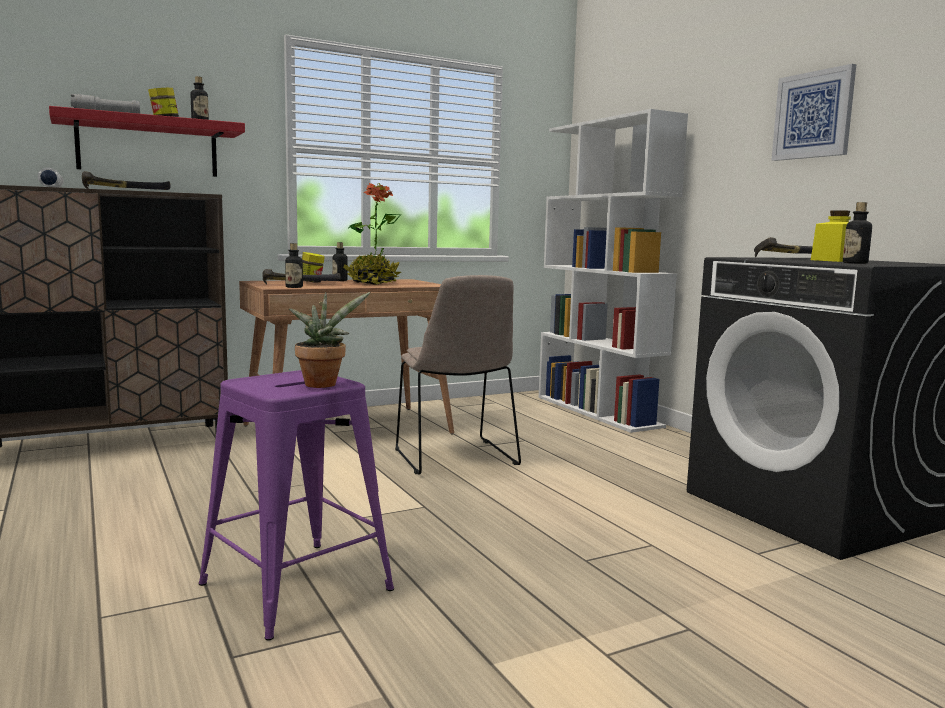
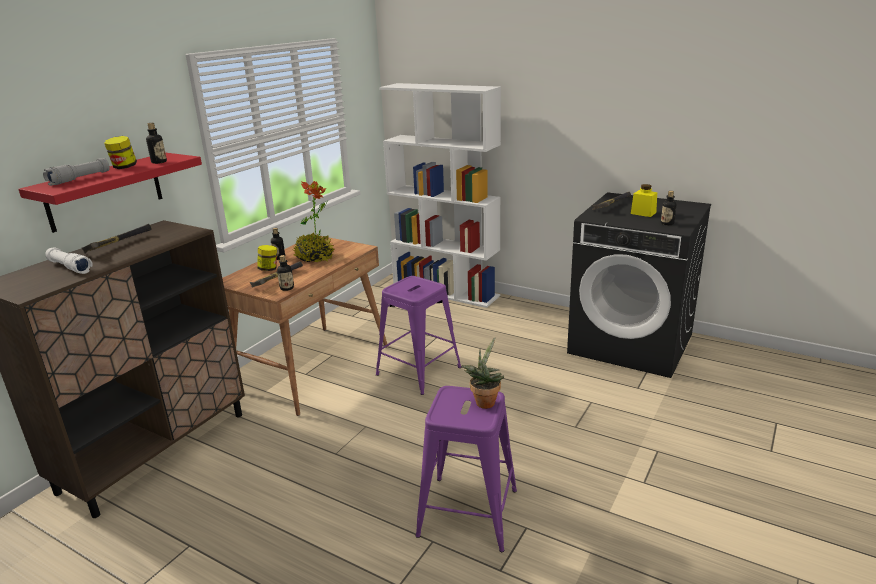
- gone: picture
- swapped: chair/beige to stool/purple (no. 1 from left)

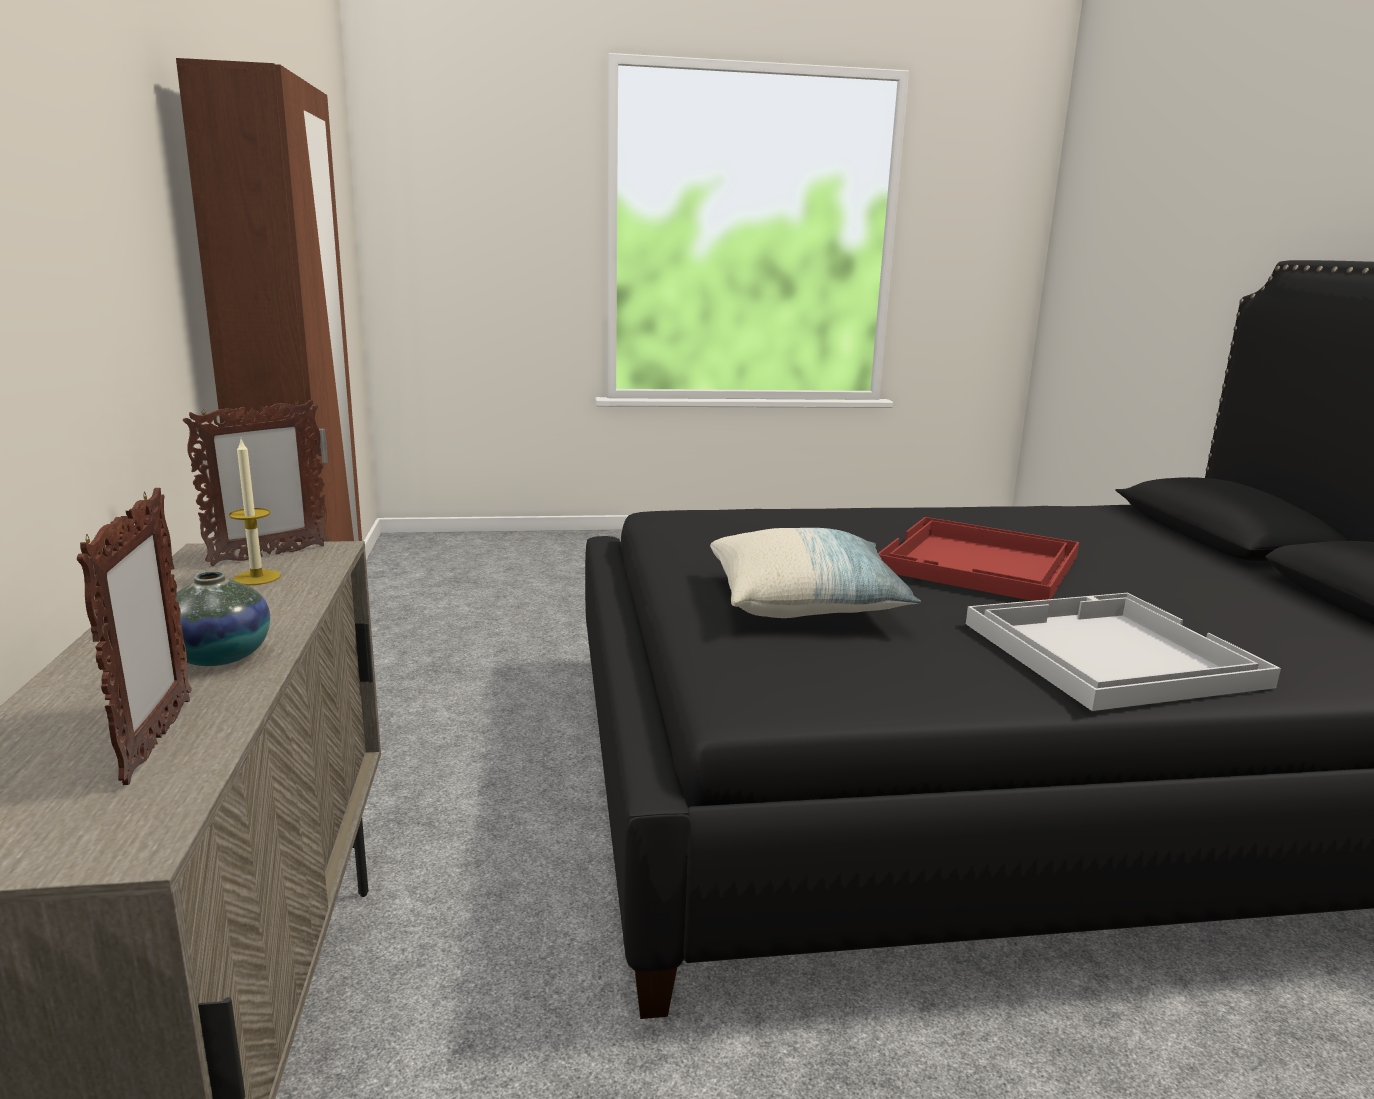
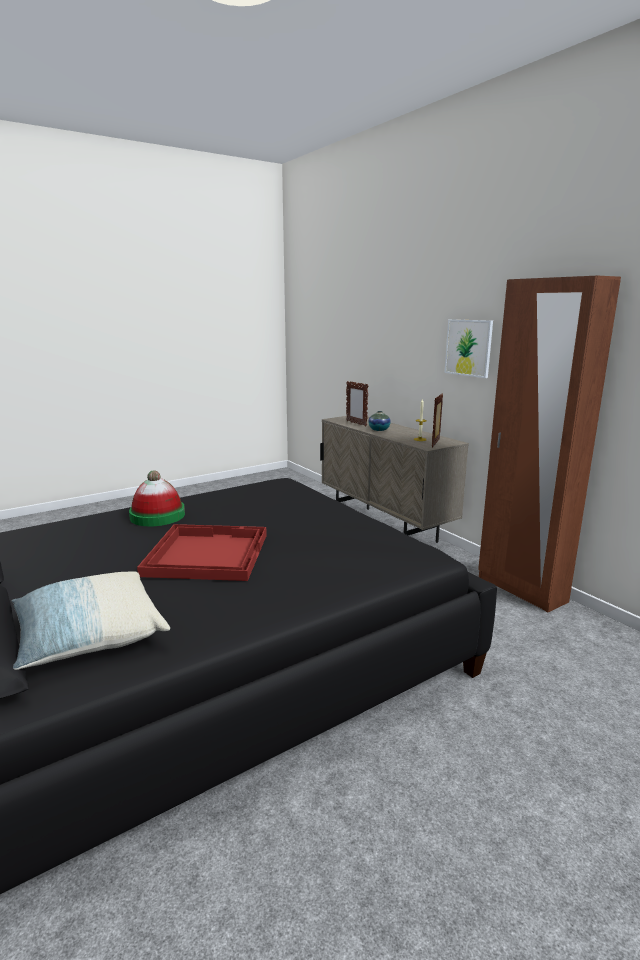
- new: picture
- shifted: pillow
- swapped: tray/white to hat

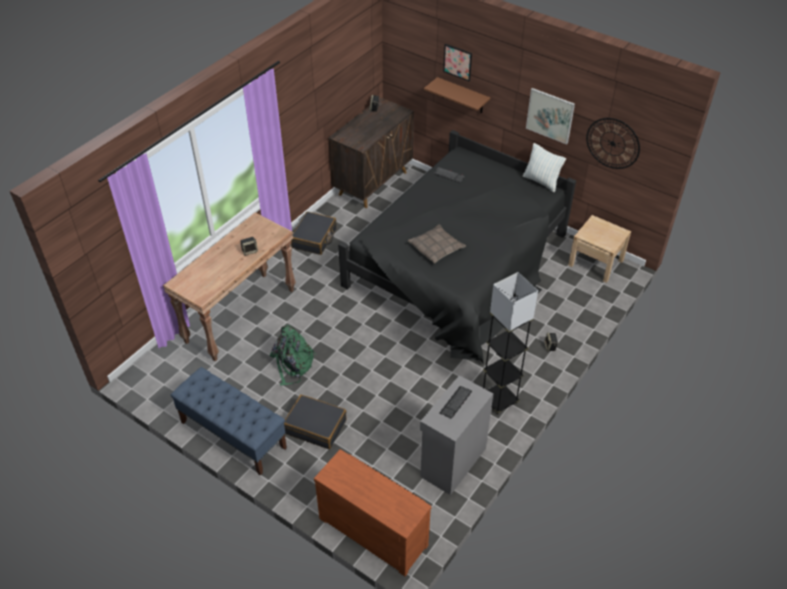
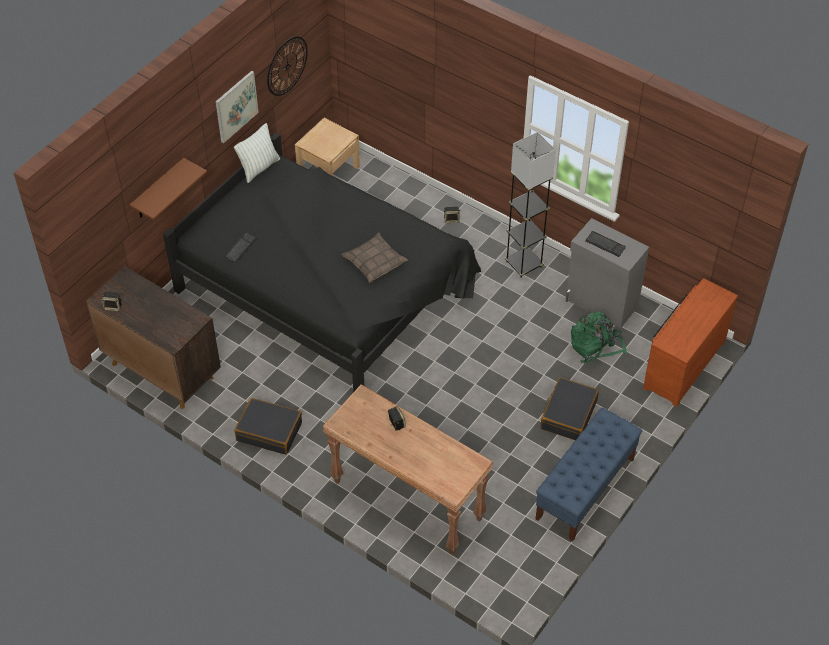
- gone: picture (no. 1 from left)
- shifted: backpack/green

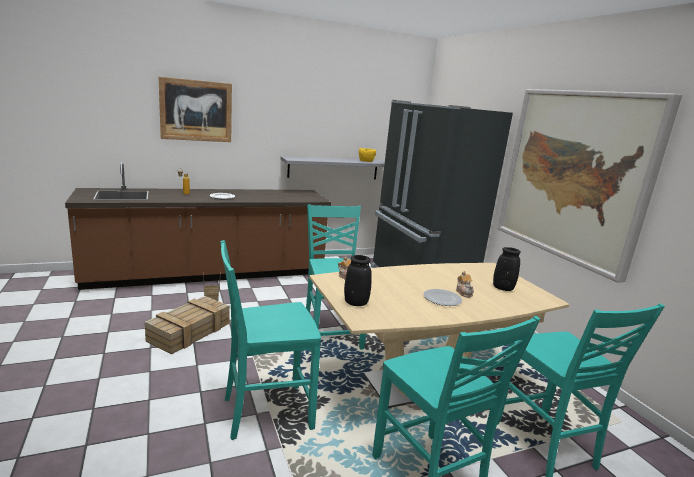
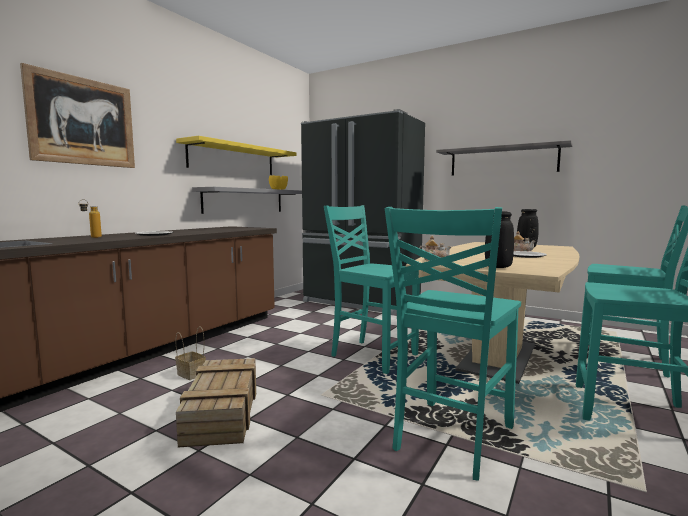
- new: shelf/yellow
- swapped: picture (no. 2 from left) to shelf/grey (no. 2 from left)

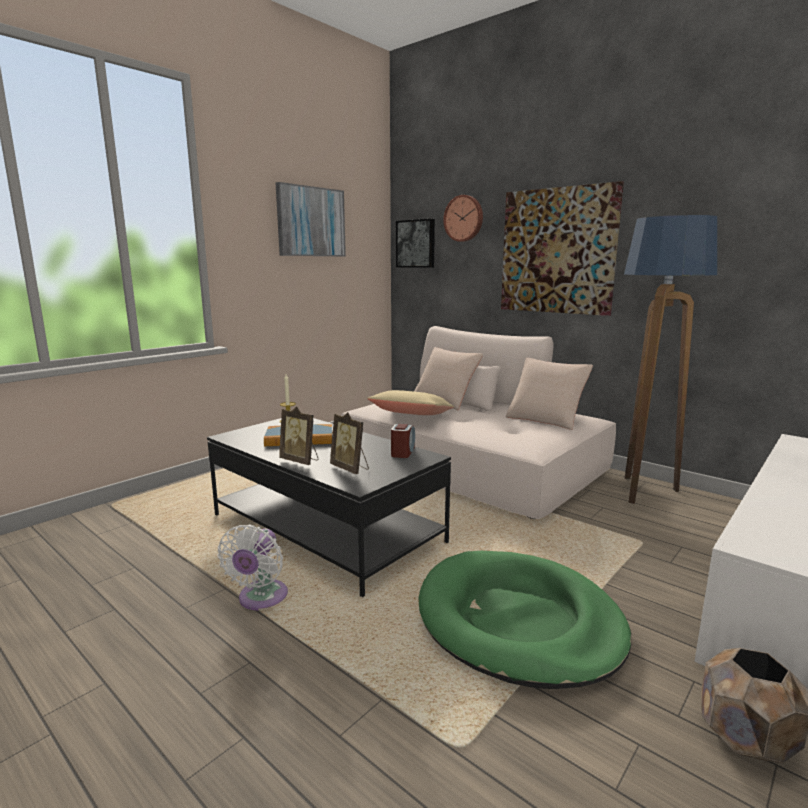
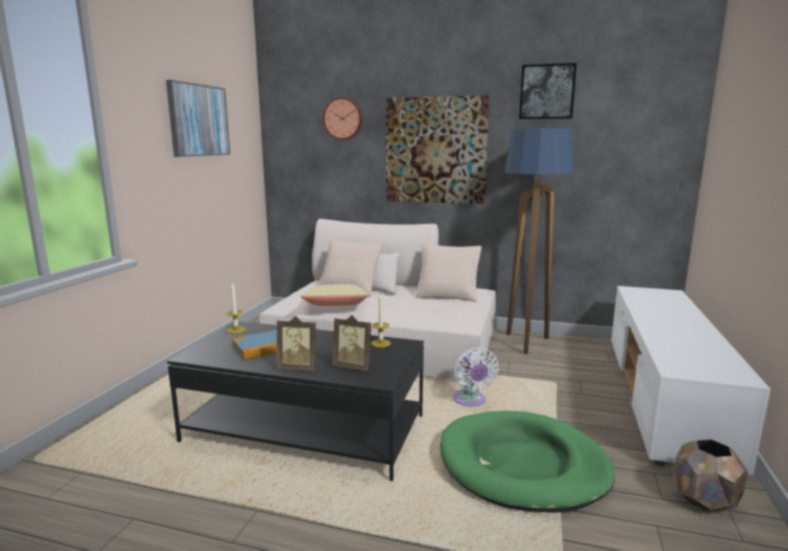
- shifted: fan/white
- shifted: picture (no. 2 from left in the first image) to picture (no. 3 from left)
- swapped: alarm clock to candle (no. 2 from left)

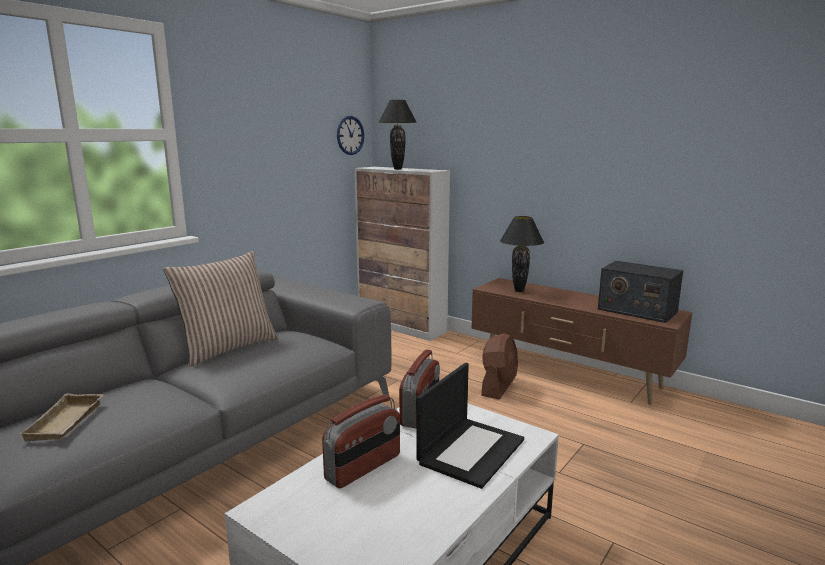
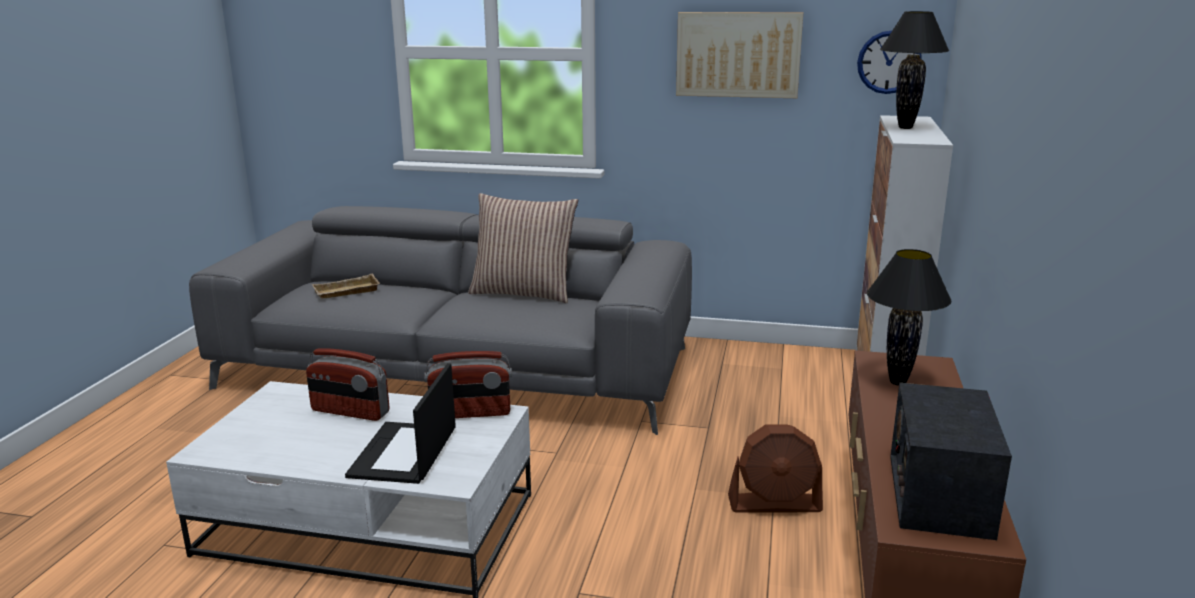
- new: picture
- rotated: laptop 90 degrees clockwise

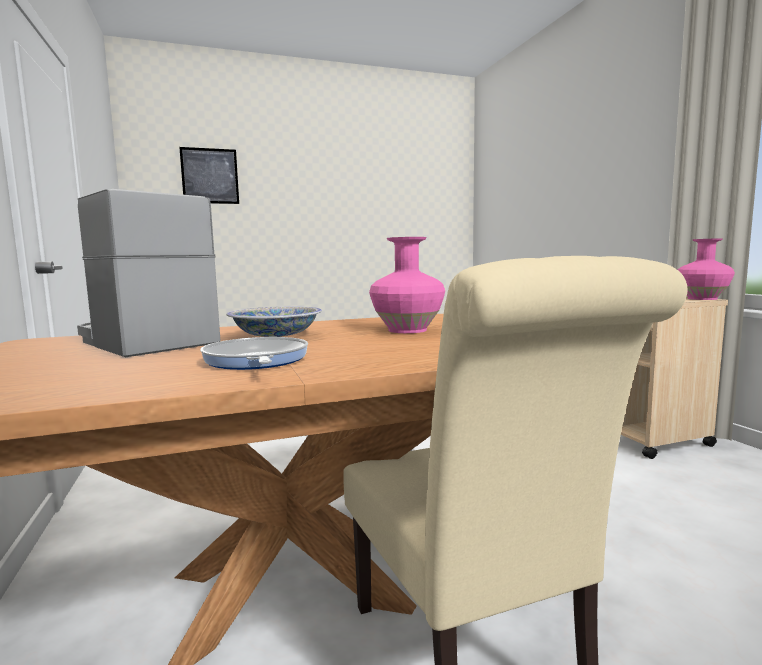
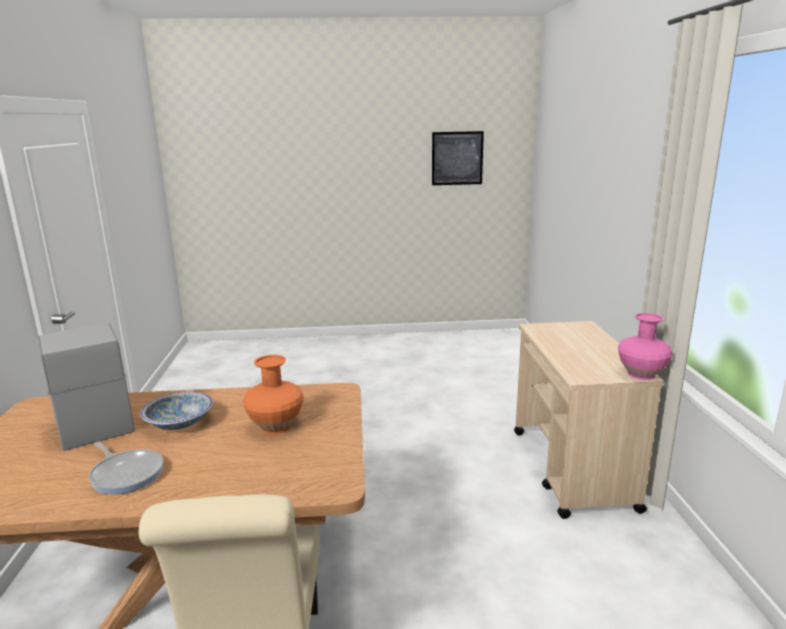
- shifted: picture
- repainted: vase/pink (no. 1 from left) to vase/orange
- rotated: frying pan 135 degrees clockwise

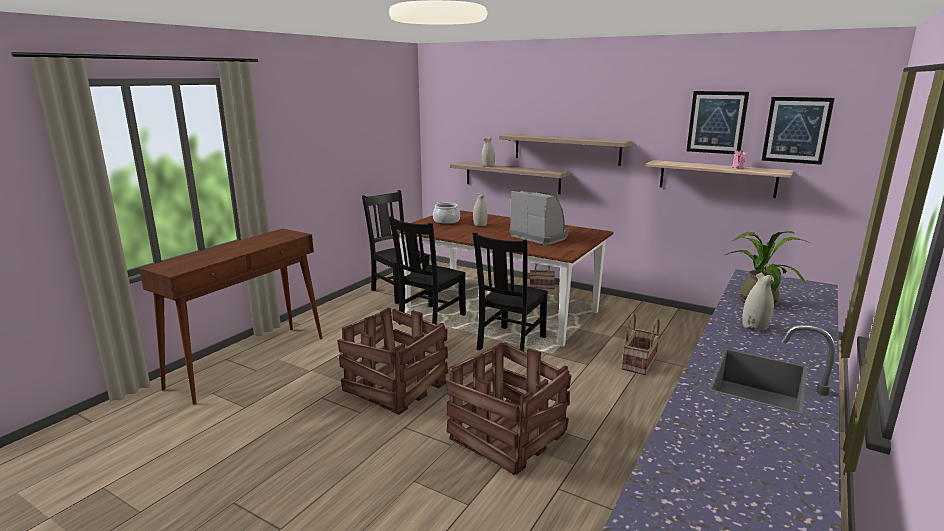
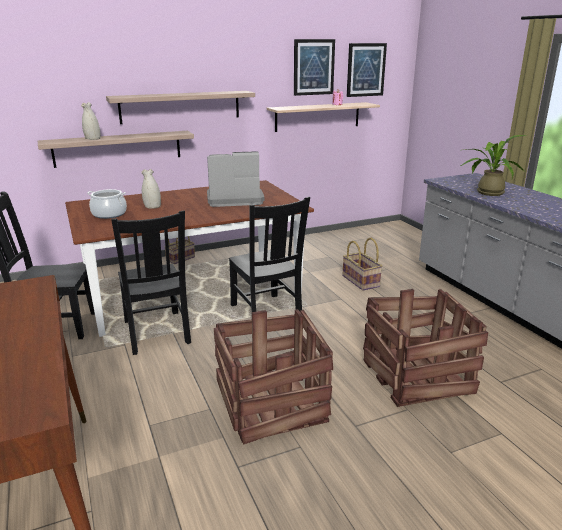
- gone: vase/white (no. 3 from left)

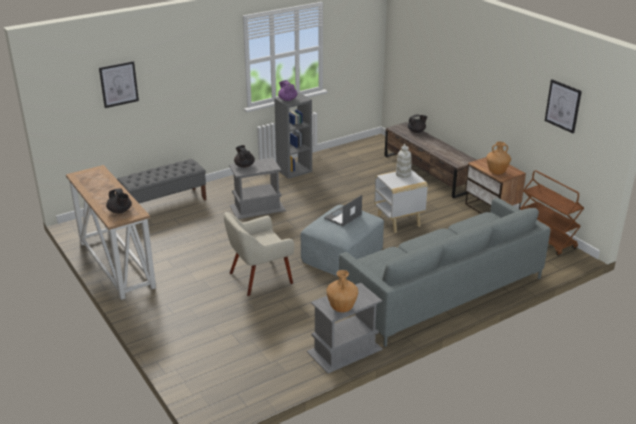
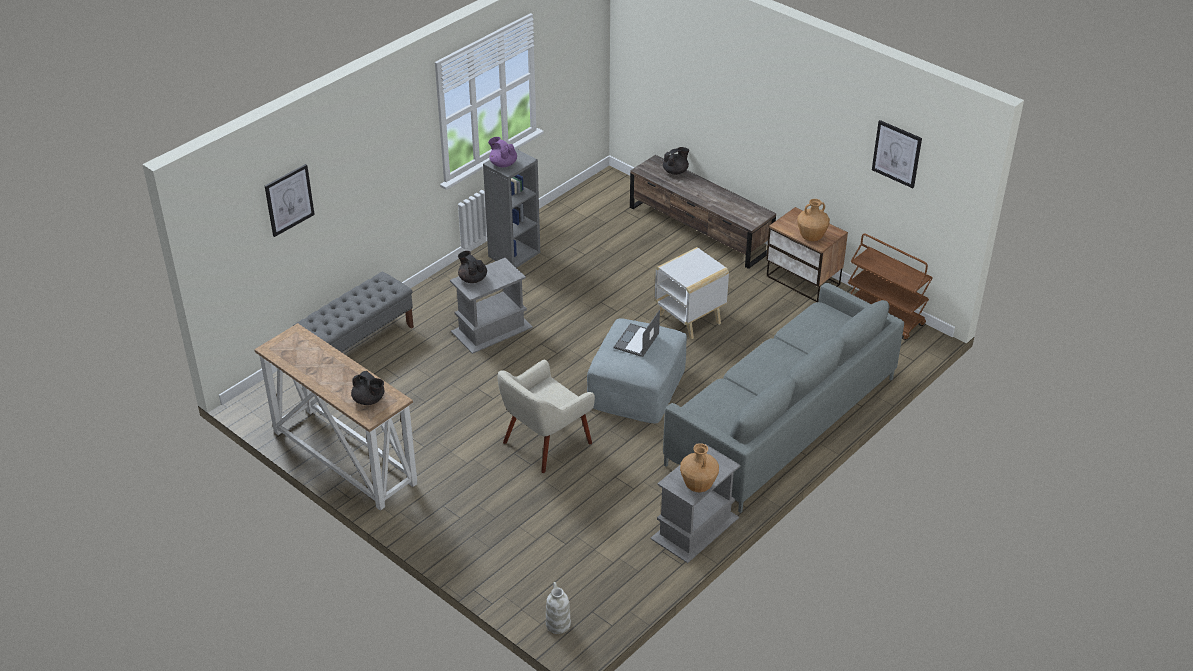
- shifted: vase/white

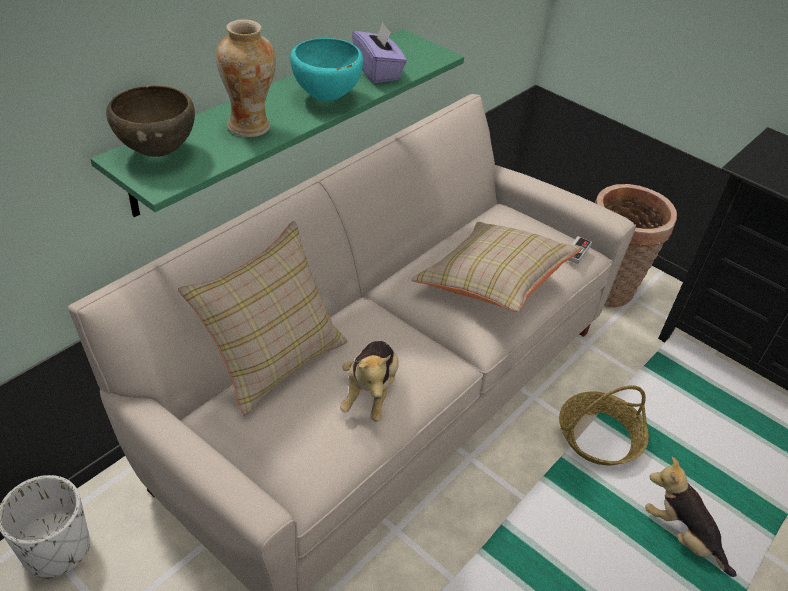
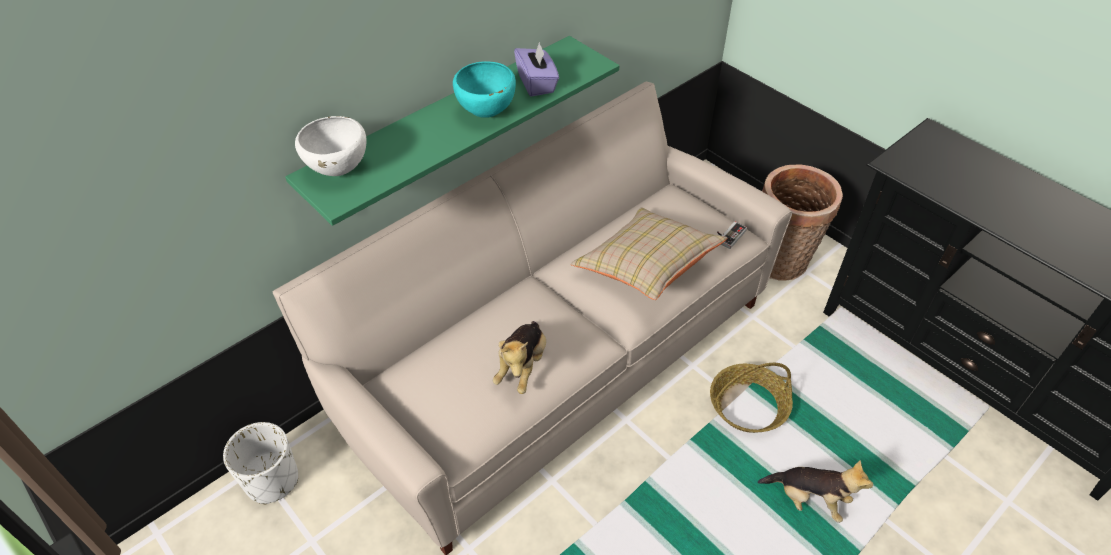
- gone: pillow/beige (no. 1 from left)
- gone: vase
- repainted: bowl/brown to bowl/white
- rotated: plush toy (no. 2 from left) 150 degrees clockwise

